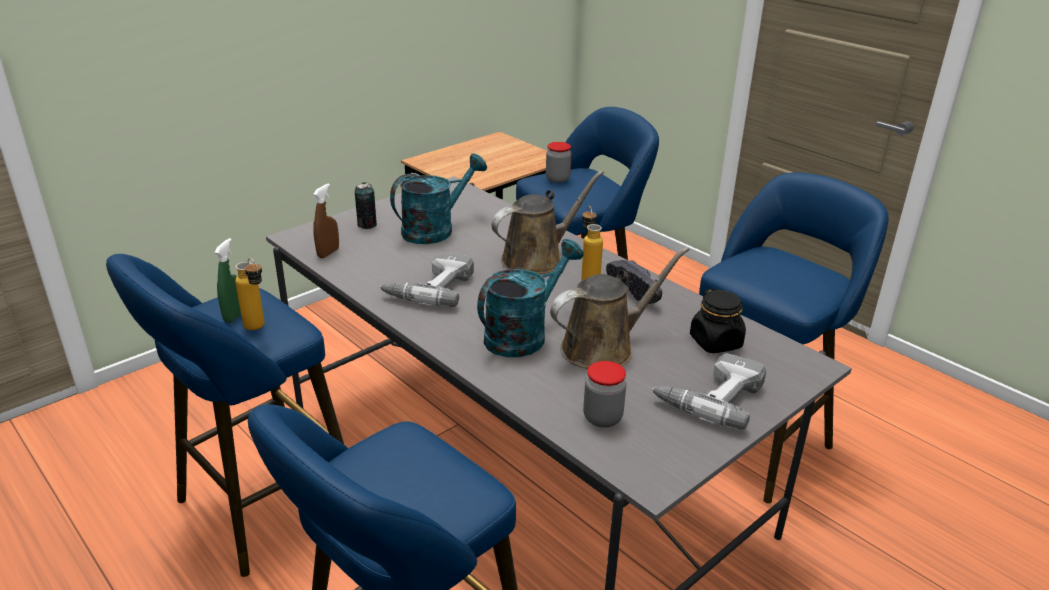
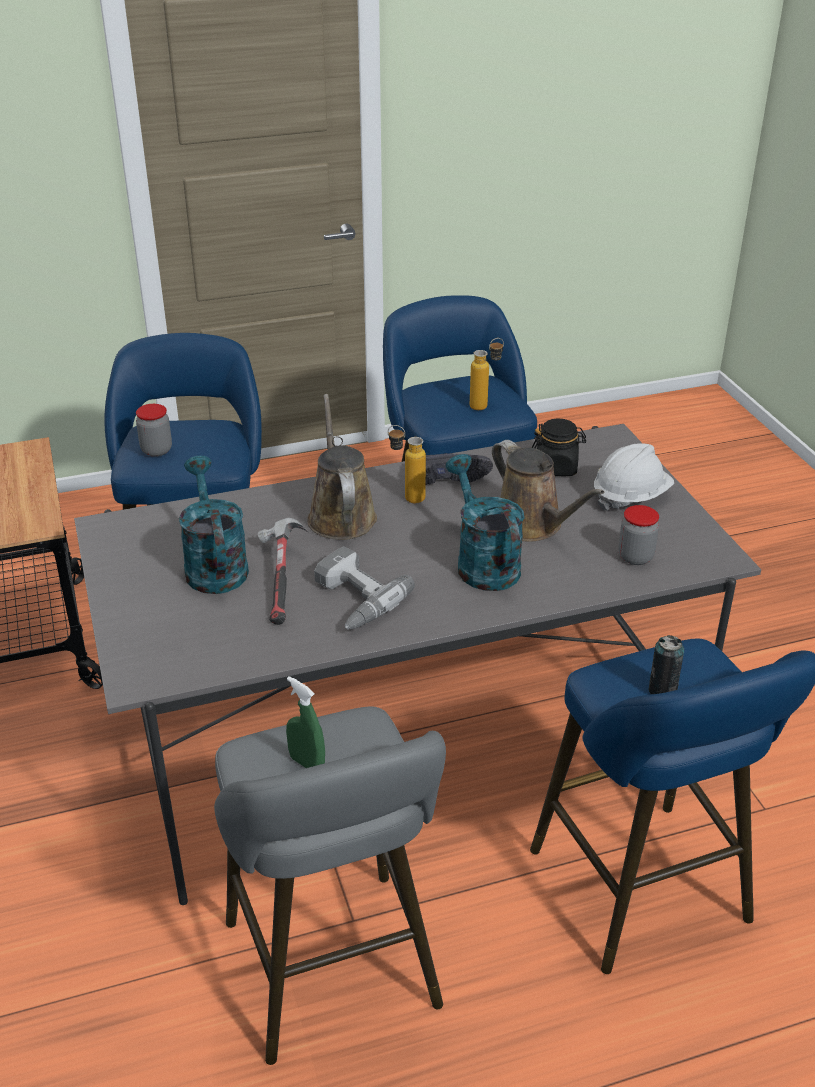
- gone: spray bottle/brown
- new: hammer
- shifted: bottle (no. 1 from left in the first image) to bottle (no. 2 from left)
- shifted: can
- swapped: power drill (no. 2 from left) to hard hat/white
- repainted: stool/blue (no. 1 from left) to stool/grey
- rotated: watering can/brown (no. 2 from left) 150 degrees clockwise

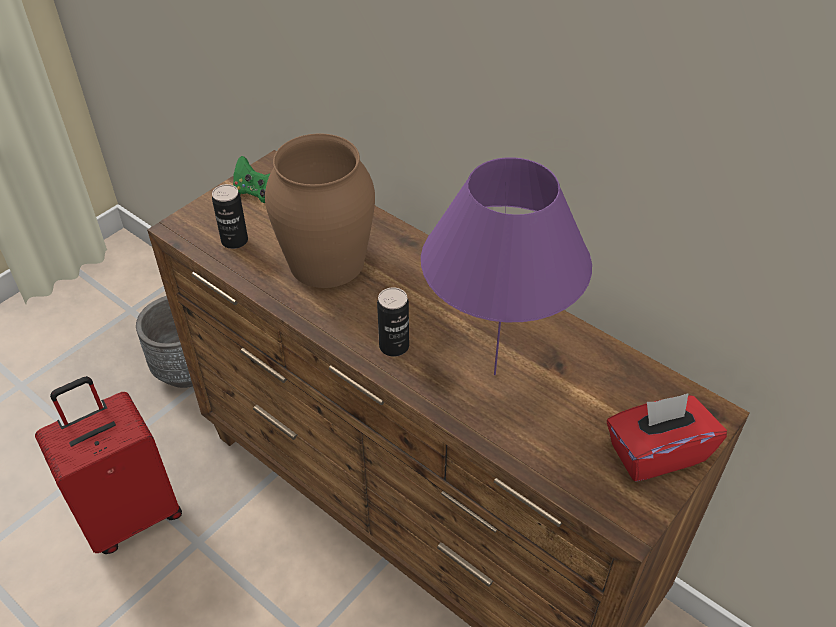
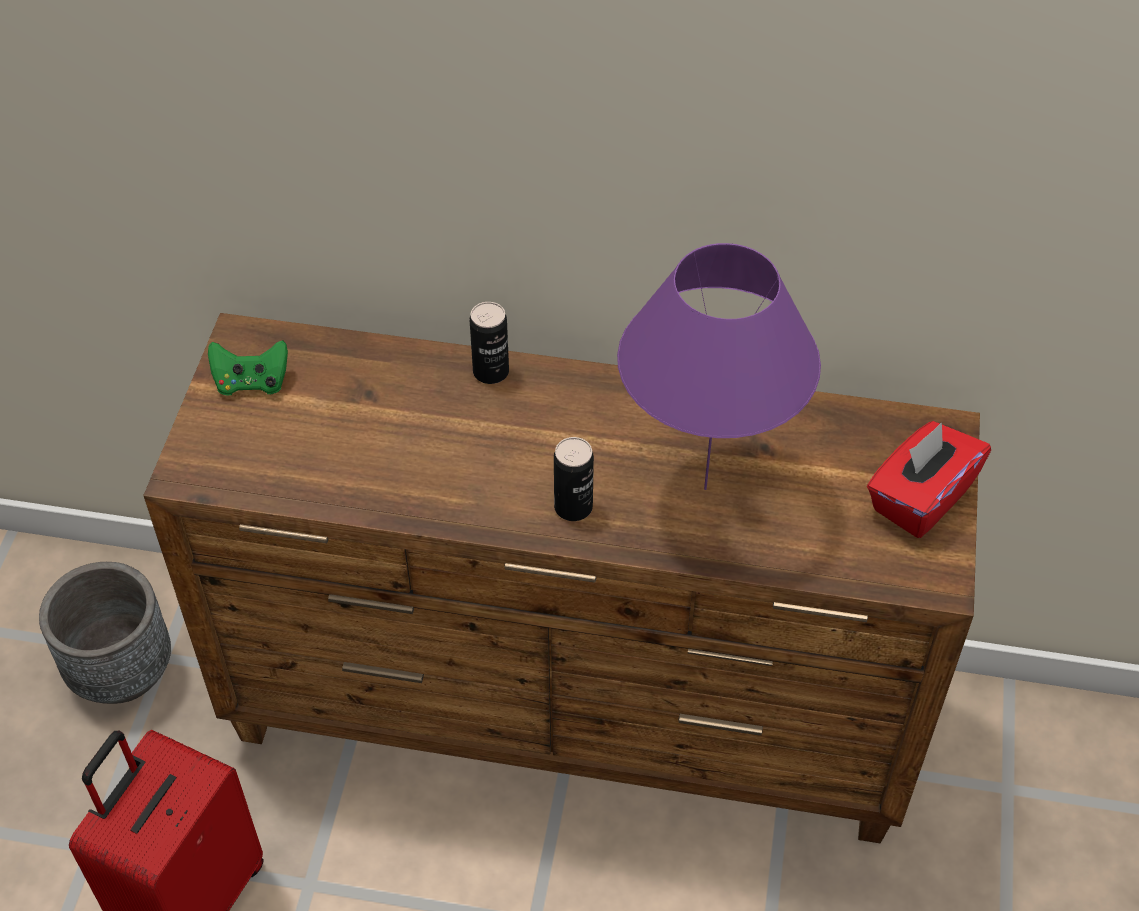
- gone: vase/brown
- shifted: can (no. 1 from left)

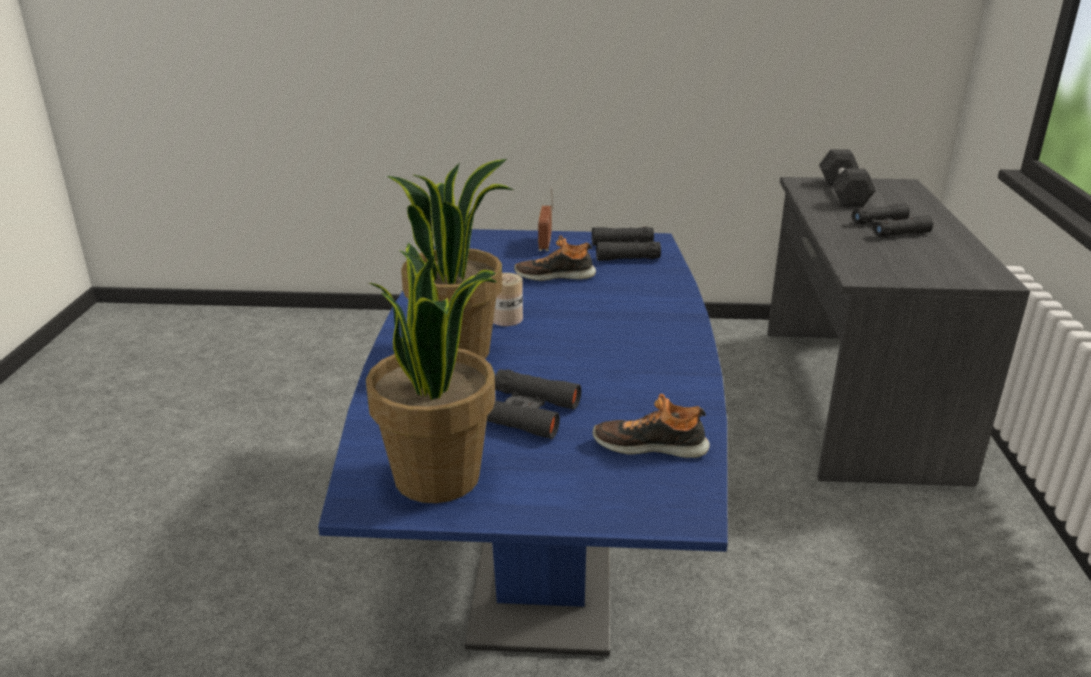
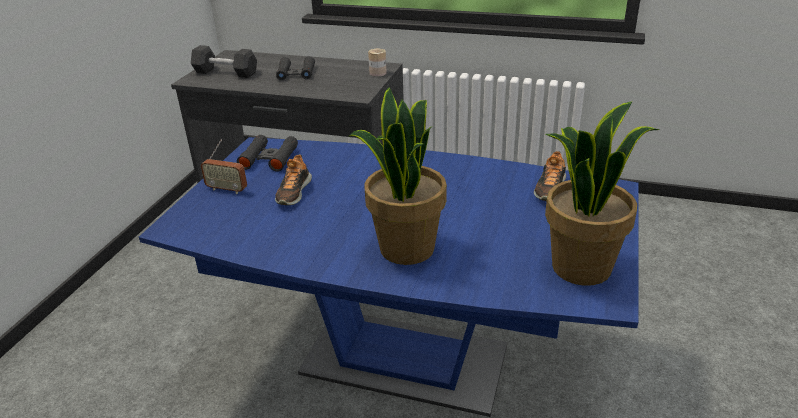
- gone: binoculars/black (no. 1 from left)
- shifted: can

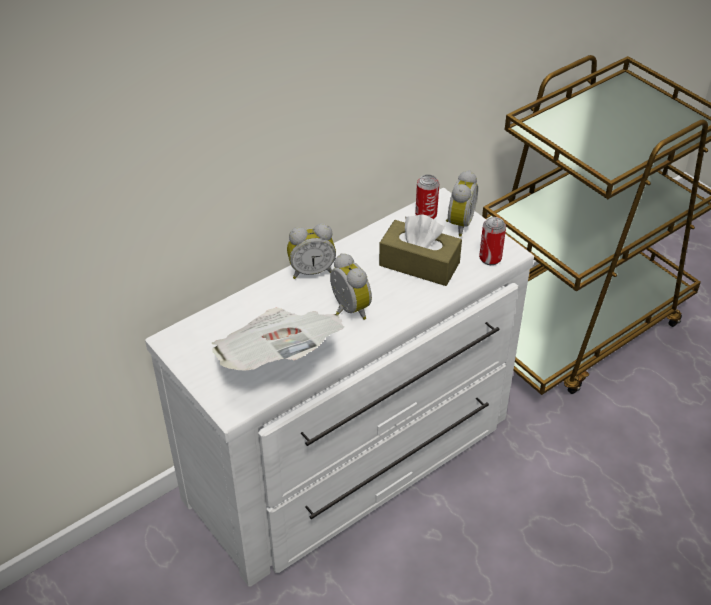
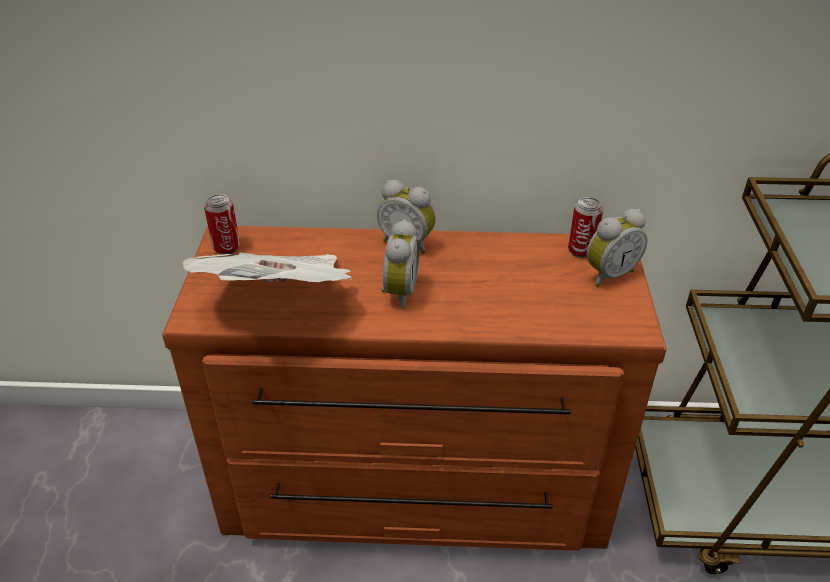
- gone: tissue box/brown
- shifted: can (no. 2 from left in the first image) to can (no. 1 from left)
- repainted: dresser/white to dresser/brown

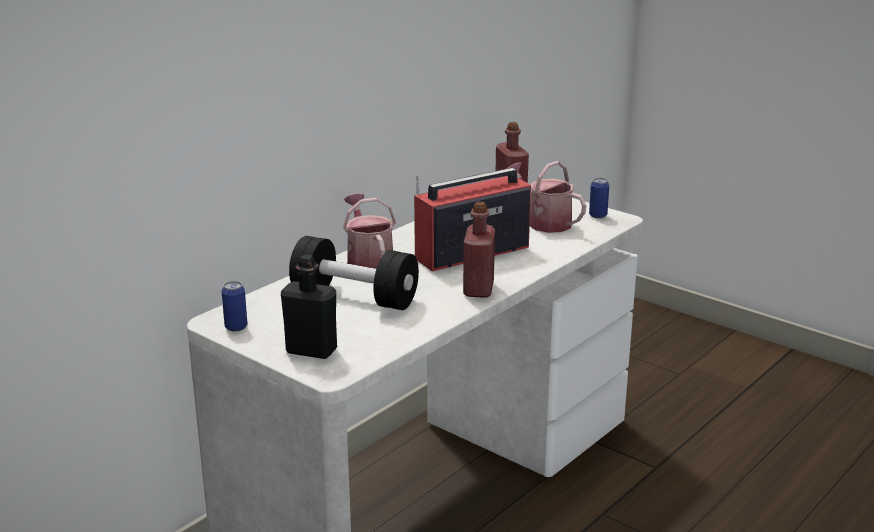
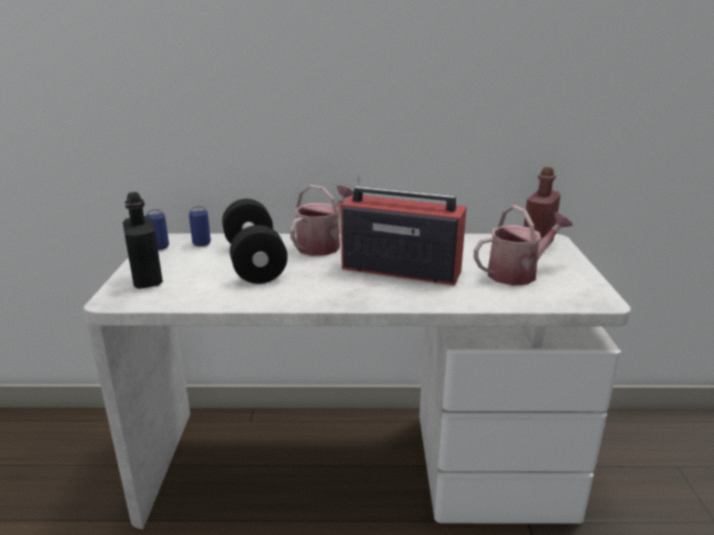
- gone: bottle/red (no. 1 from left)
- shifted: can (no. 2 from left)
- rotated: watering can (no. 2 from left) 60 degrees clockwise

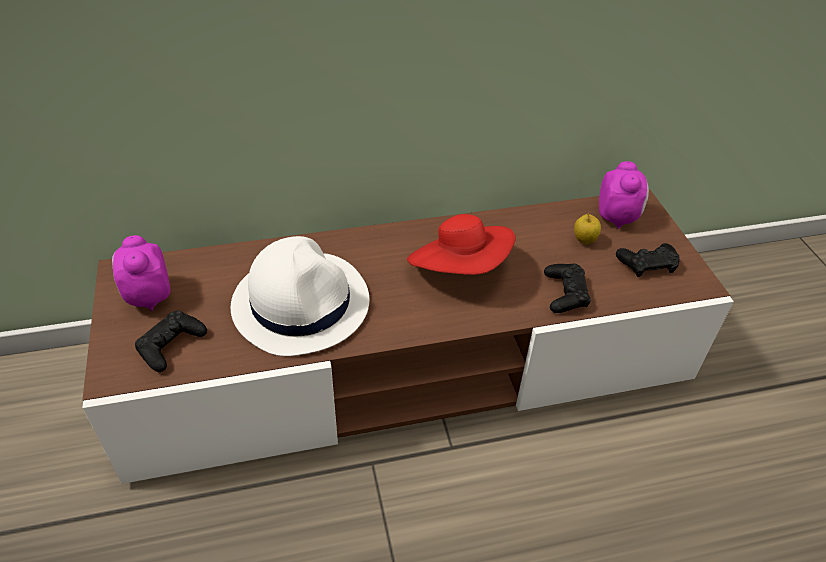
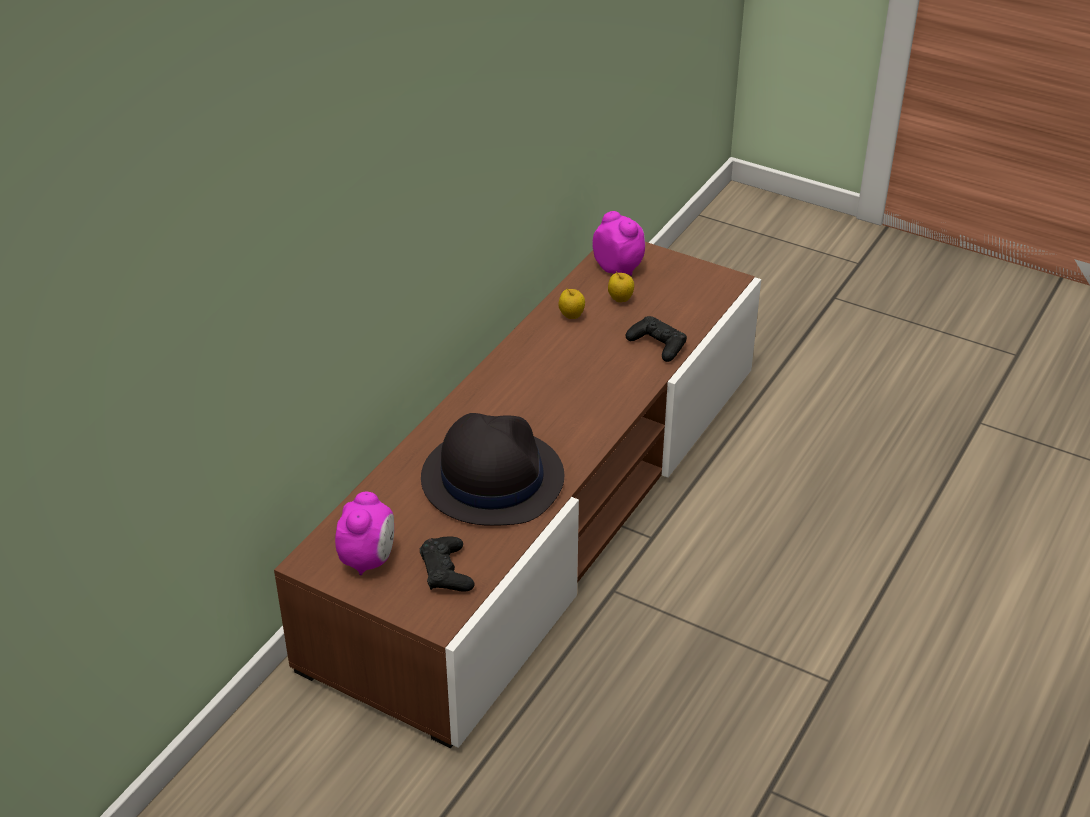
- gone: hat/red
- gone: game controller/black (no. 3 from left)
- new: apple (no. 1 from left)
- repainted: hat/white to hat/black
- rotated: alarm clock (no. 1 from left) 105 degrees counterclockwise

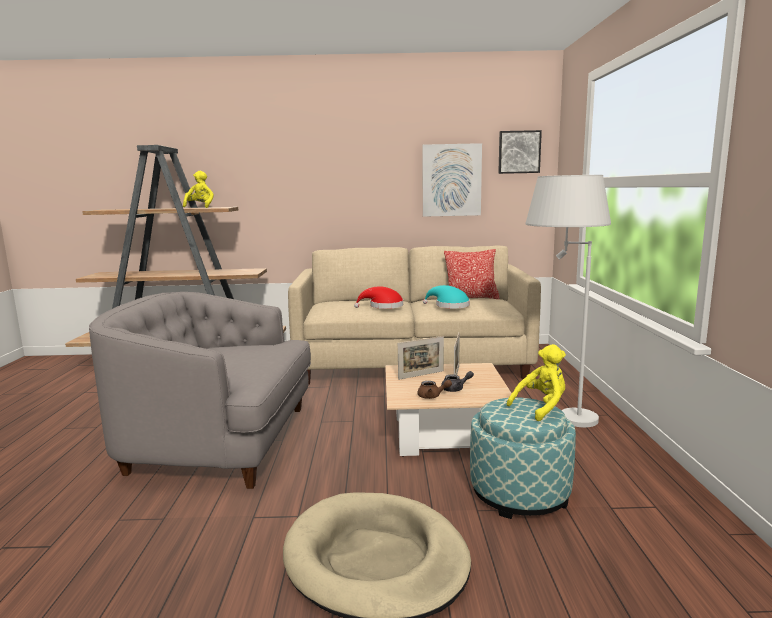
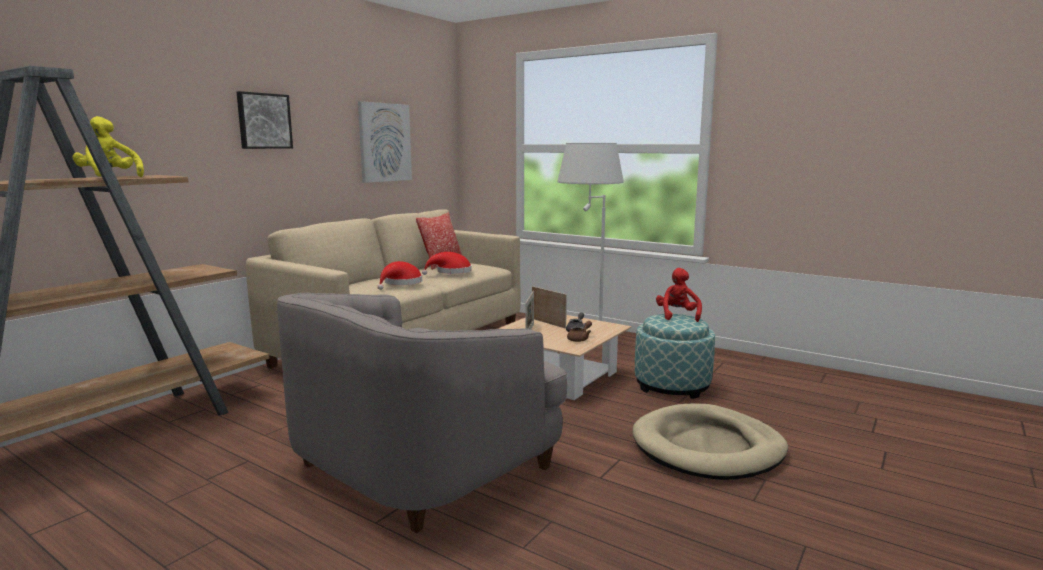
- shifted: picture (no. 2 from left in the first image) to picture (no. 1 from left)
- repainted: hat/turquoise to hat/red (no. 2 from left)
- repainted: plush toy/yellow (no. 2 from left) to plush toy/red

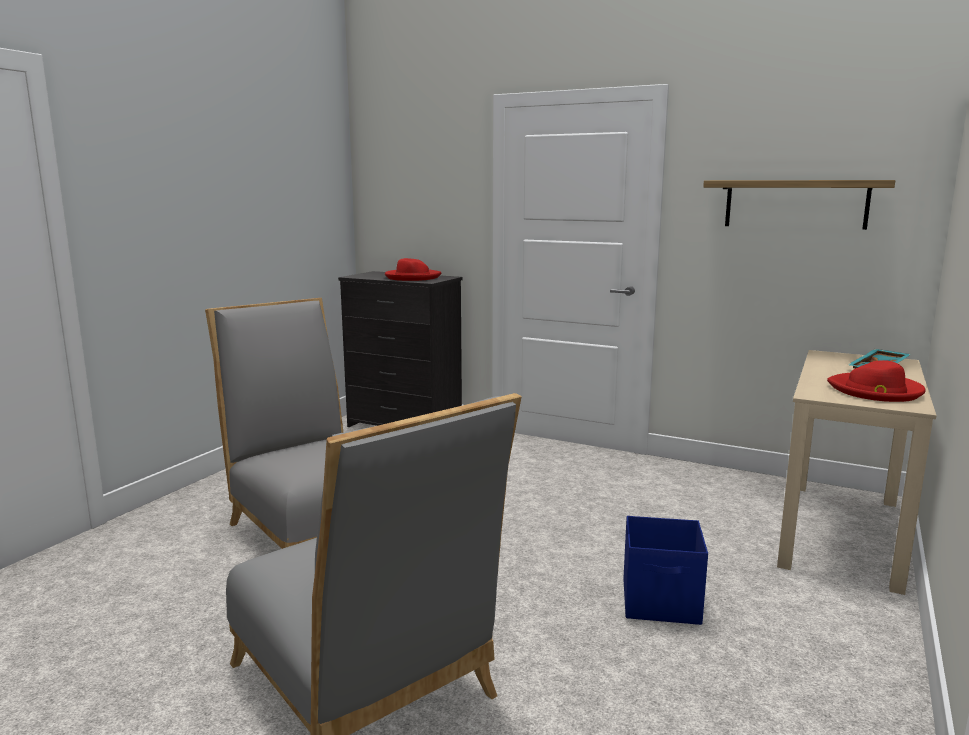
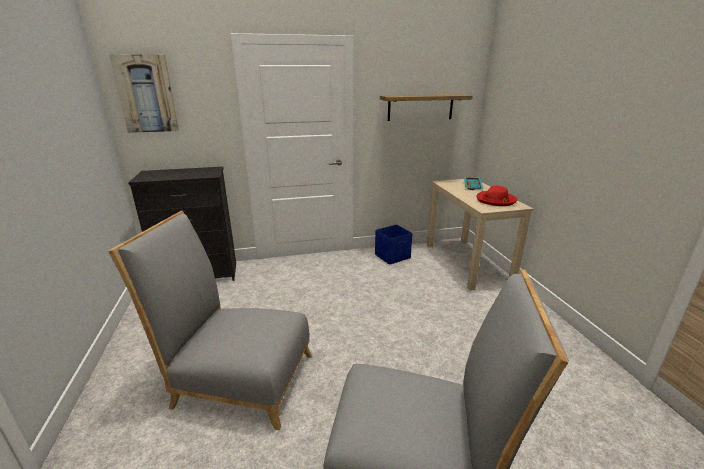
- gone: hat/red (no. 1 from left)
- new: picture
- shifted: storage box/blue

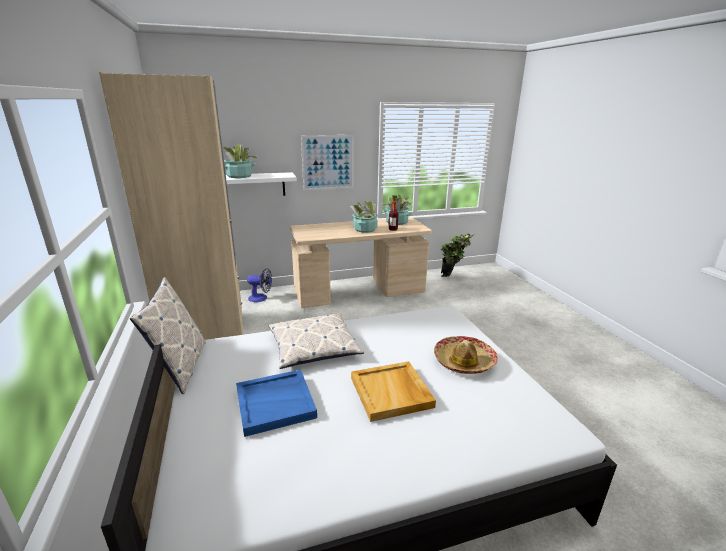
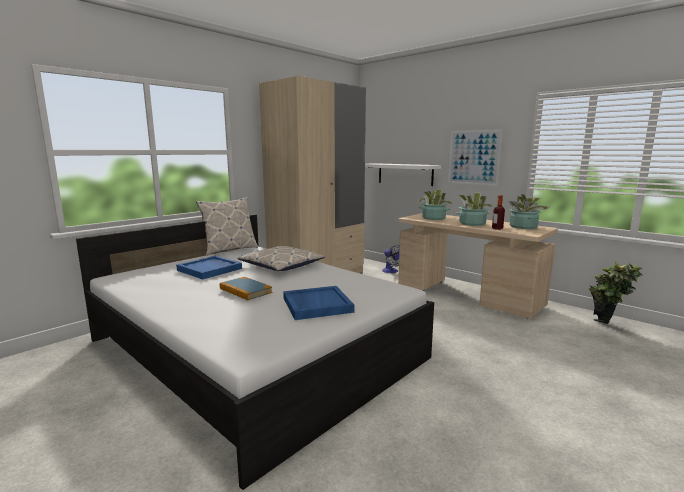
- shifted: potted plant (no. 1 from left)
- swapped: tray/beige to book
- swapped: hat to tray/blue (no. 2 from left)

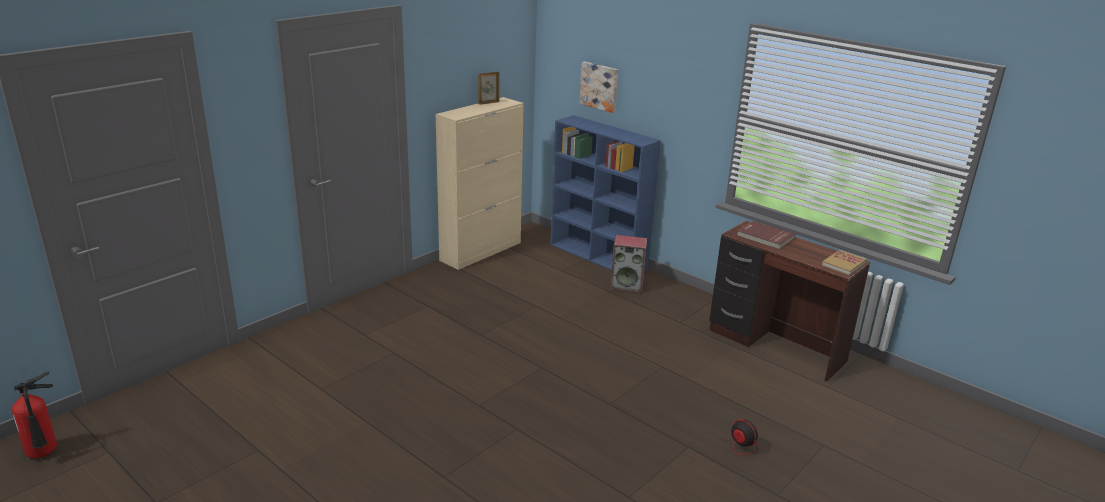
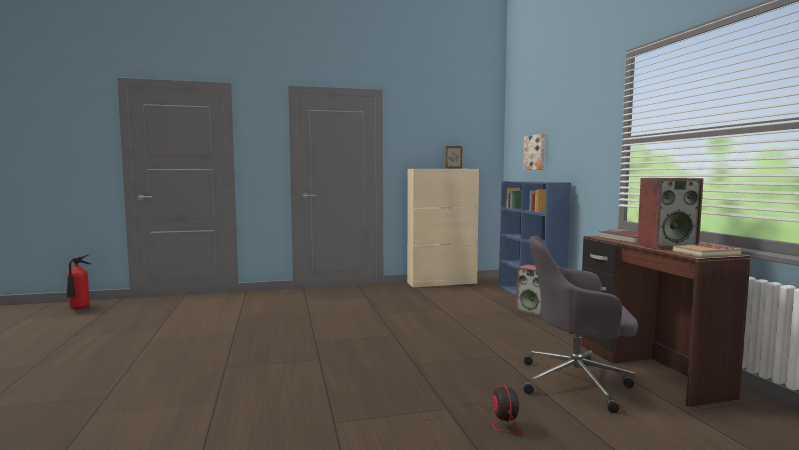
- new: office chair/grey
- new: speaker (no. 2 from left)

